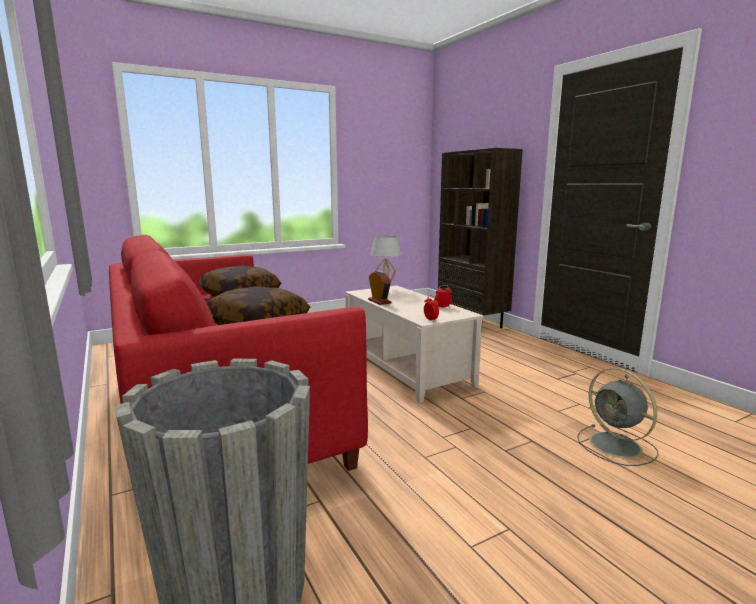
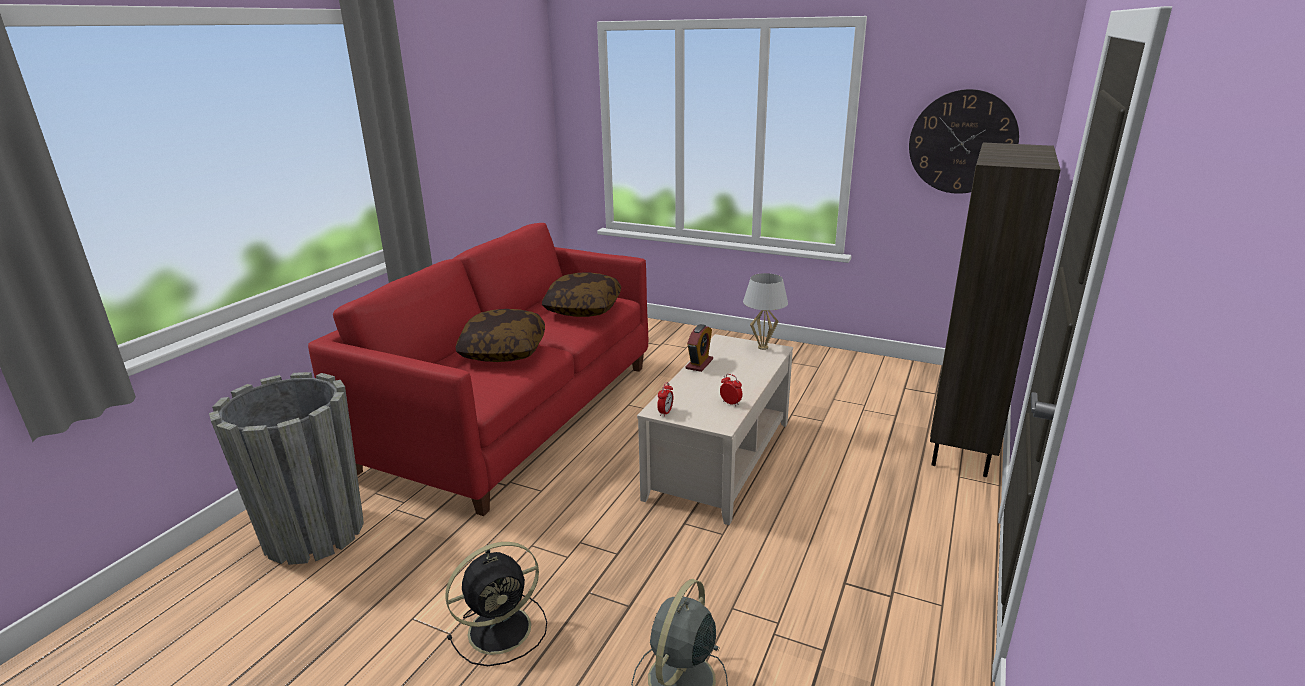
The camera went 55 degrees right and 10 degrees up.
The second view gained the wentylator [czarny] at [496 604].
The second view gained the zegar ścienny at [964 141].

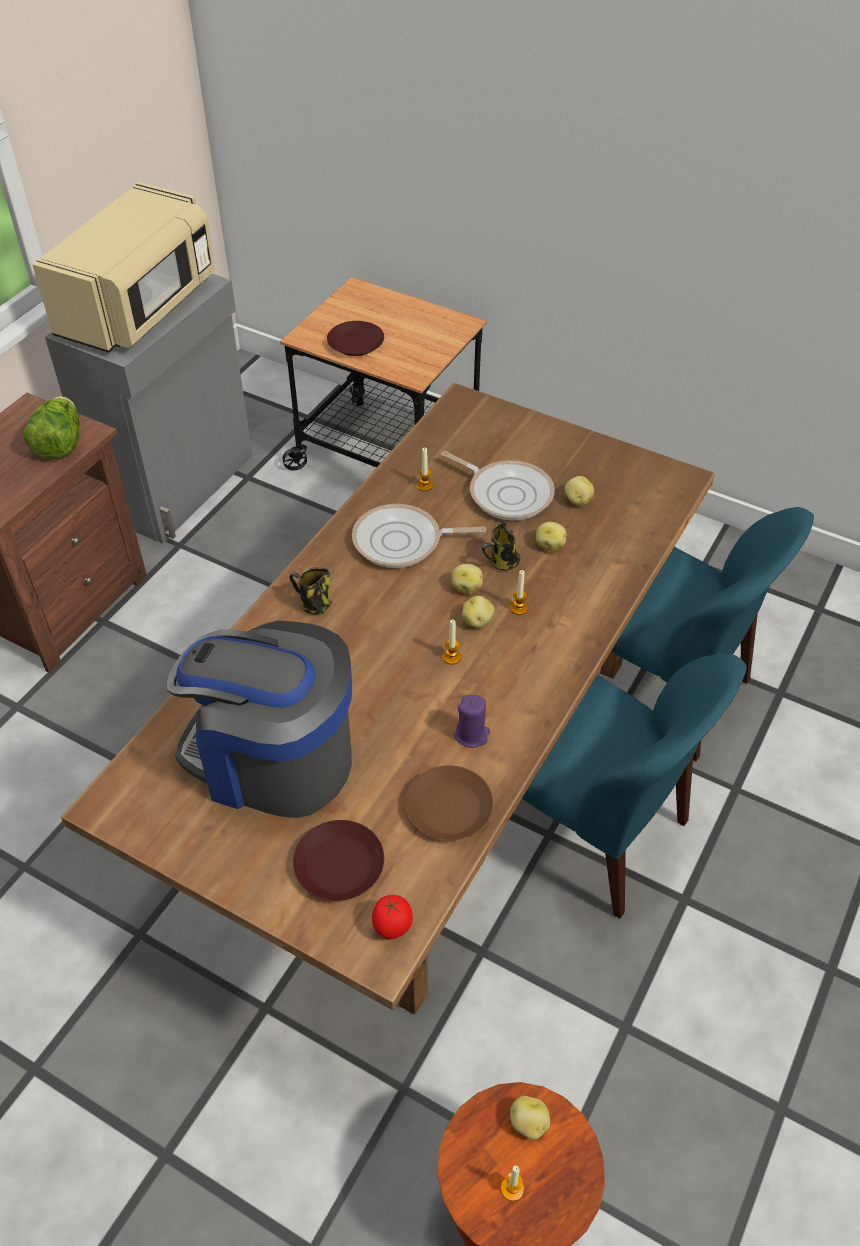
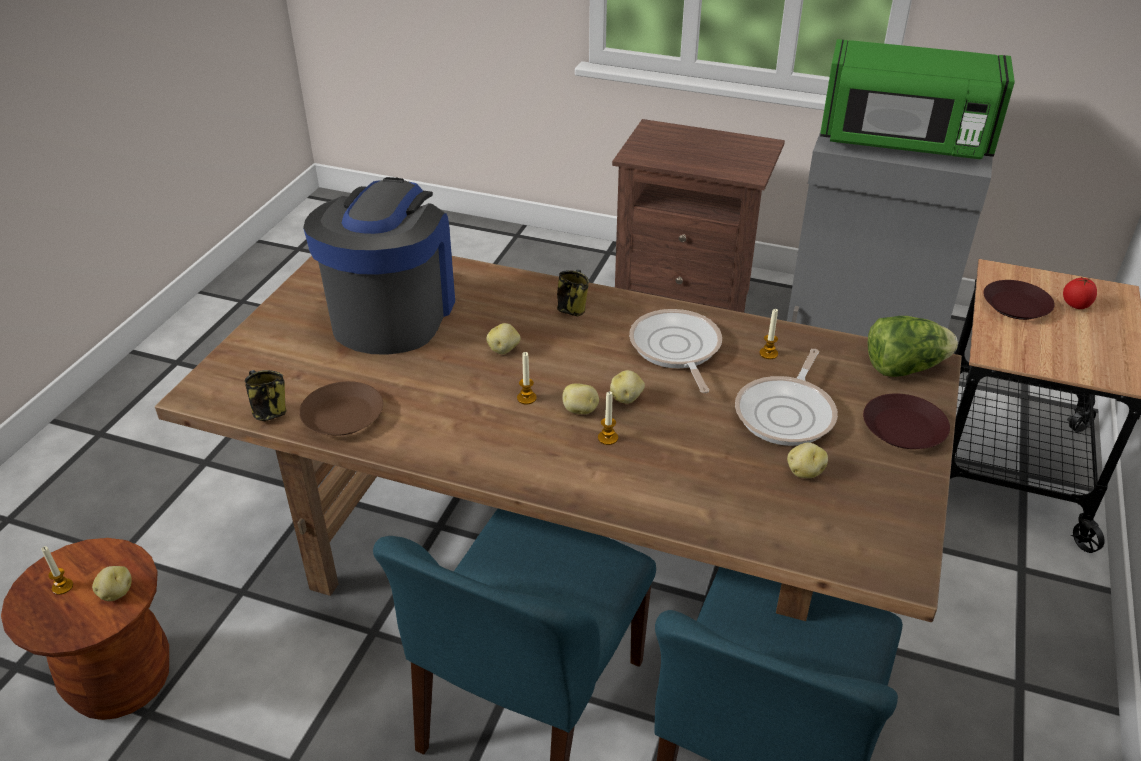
The camera went 80 degrees right and 10 degrees down.
The kubek ended up elsewhere, having gone from [501 546] to [265 395].
The ziemniak ended up elsewhere, having gone from [551 536] to [503 338].
What was the mikrofalówka [beżowy] at [123 267] turned into the mikrofalówka [zielony] at [917 99].
The talerz [brązowy] ended up elsewhere, having gone from [338 860] to [906 421].
The sałata ended up elsewhere, having gone from [51 427] to [913 346].
The pomidor ended up elsewhere, having gone from [392 917] to [1080 293].
The second view lost the świeca [fioletowy] at [472 721].

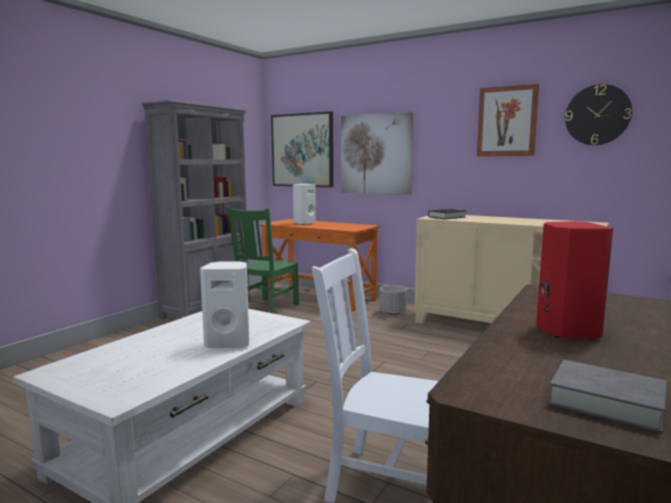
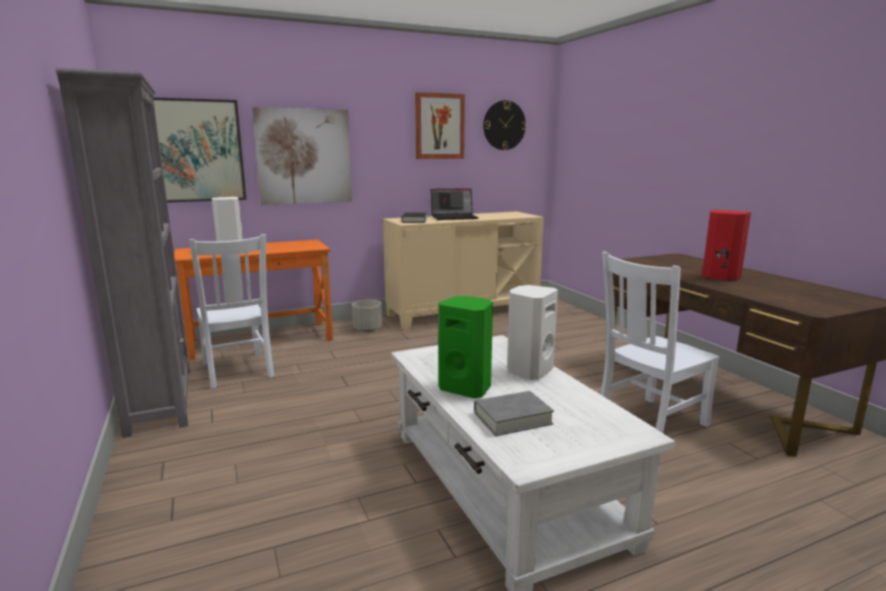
The camera went 55 degrees left and 5 degrees up.
What was the krzesło [zielony] at [262 259] turned into the krzesło [biały] at [231 311].
The second view gained the laptop at [455 204].
The second view gained the głośnik [zielony] at [465 347].
The książka [szary] ended up elsewhere, having gone from [607 396] to [514 413].

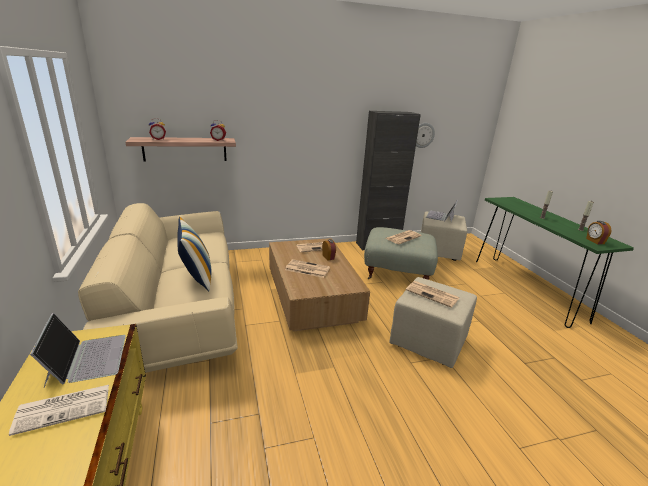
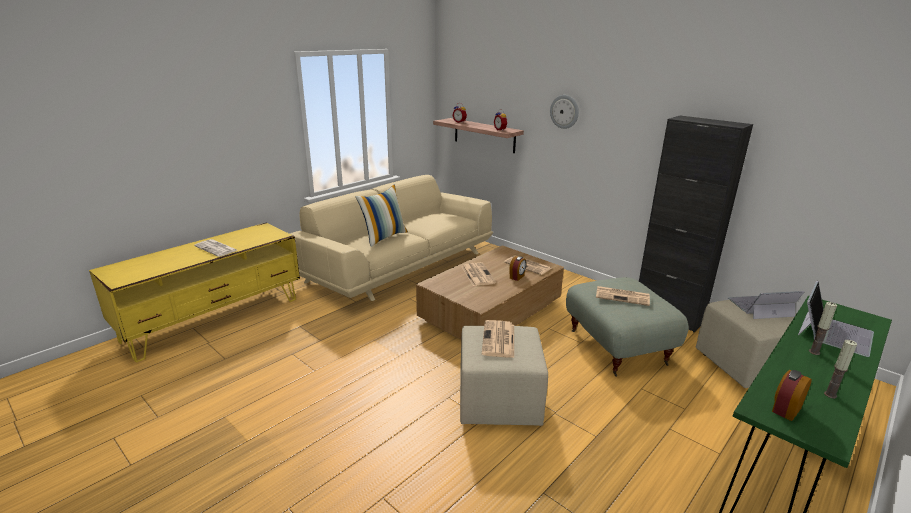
The camera went 60 degrees right and 0 degrees up.
The zegar ścienny ended up elsewhere, having gone from [425 135] to [564 112].
The laptop ended up elsewhere, having gone from [78 350] to [836 319].

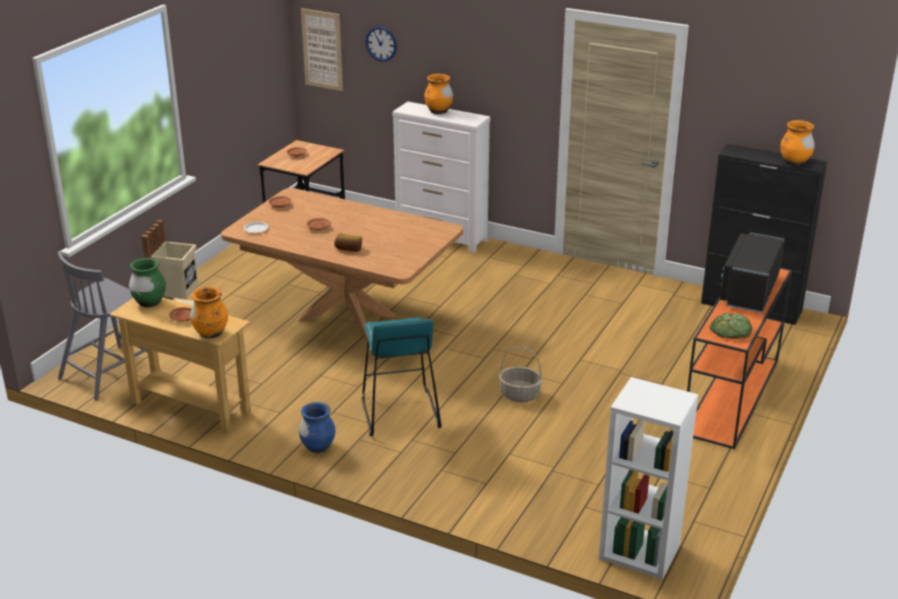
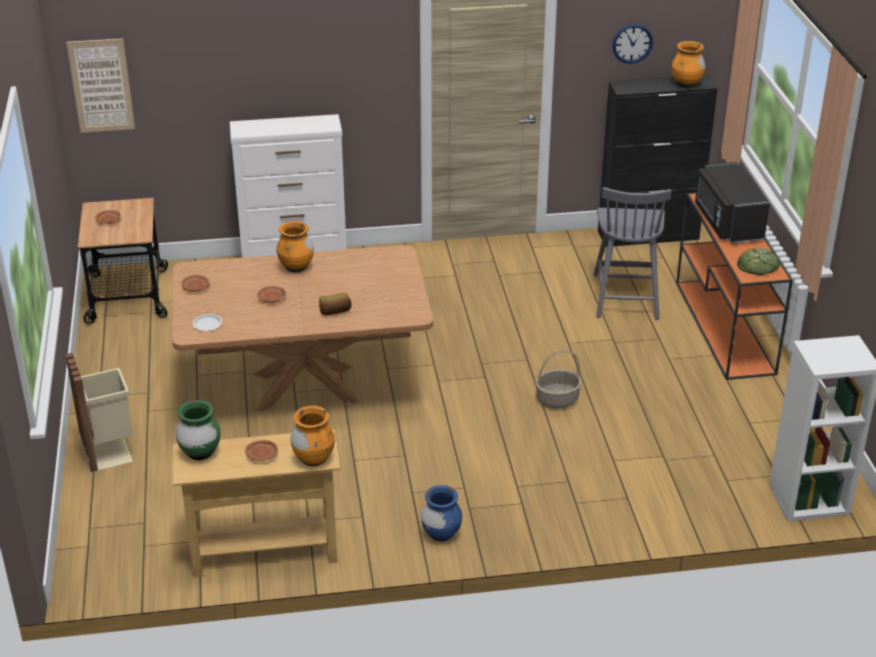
The camera went 35 degrees left and 5 degrees up.
The wazon [pomarańczowy] ended up elsewhere, having gone from [438 94] to [295 246].
The krzesło [szary] ended up elsewhere, having gone from [103 325] to [632 253].
The zegar ścienny ended up elsewhere, having gone from [381 44] to [632 44].
The second view lost the stołek [turkusowy] at [401 376].

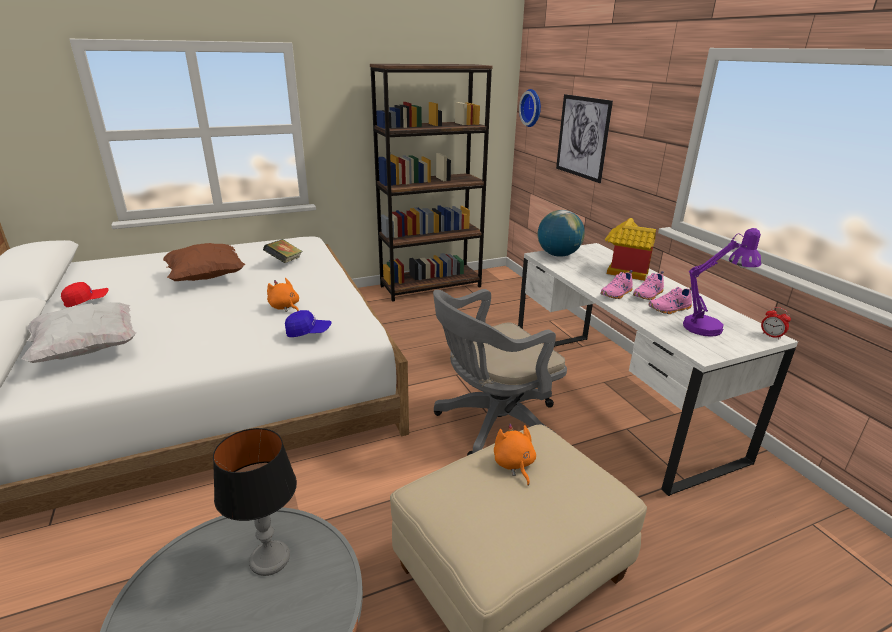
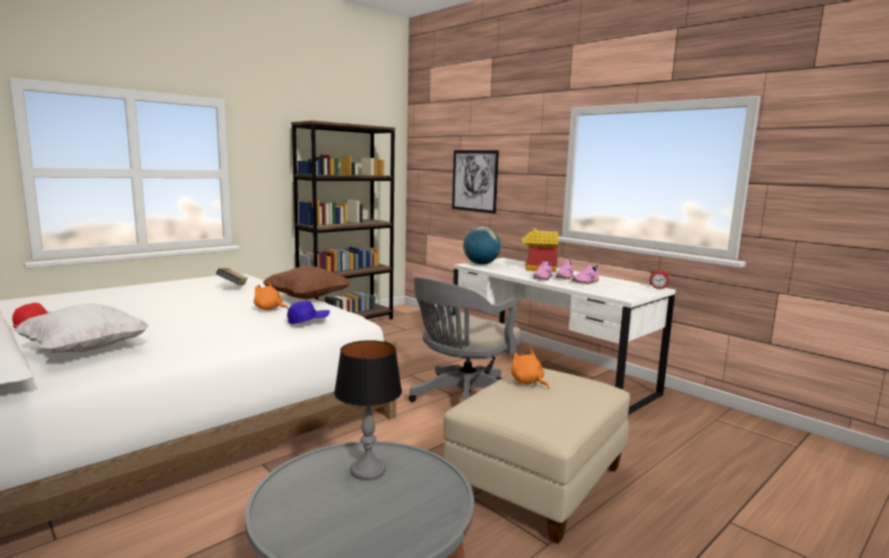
The camera went 20 degrees left and 15 degrees down.
The poduszka [brązowy] ended up elsewhere, having gone from [204 262] to [306 282].
The second view lost the zegar ścienny at [530 108].
The second view lost the lampa stołowa [fioletowy] at [722 282].

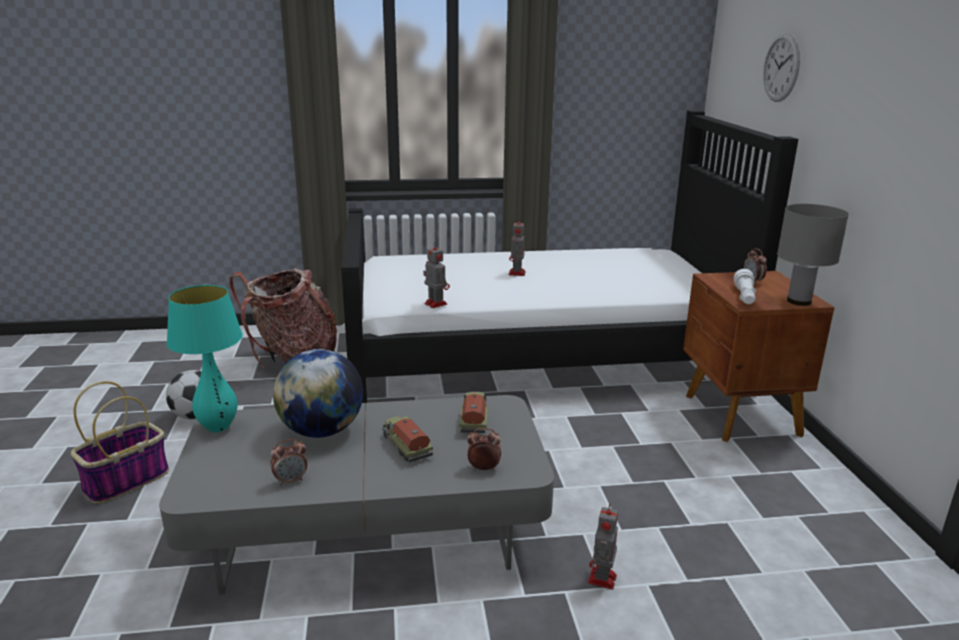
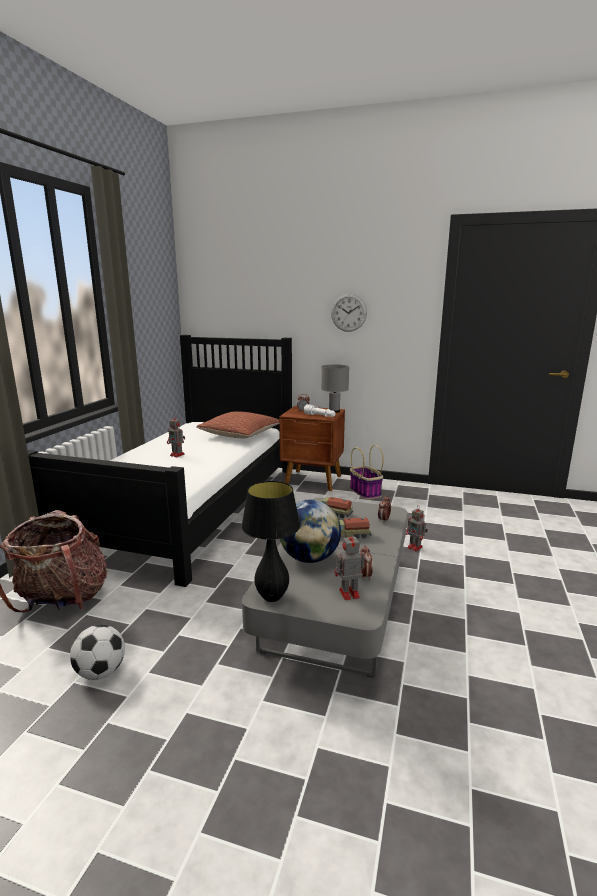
The camera went 65 degrees left and 5 degrees down.
The second view gained the poduszka at [237 424].
What was the lampa stołowa [turkusowy] at [205 358] turned into the lampa stołowa [czarny] at [270 541].
The zegar ścienny ended up elsewhere, having gone from [781 67] to [349 313].
The robot zabawkowy ended up elsewhere, having gone from [436 275] to [350 565].
The koszyk ended up elsewhere, having gone from [120 442] to [367 472].

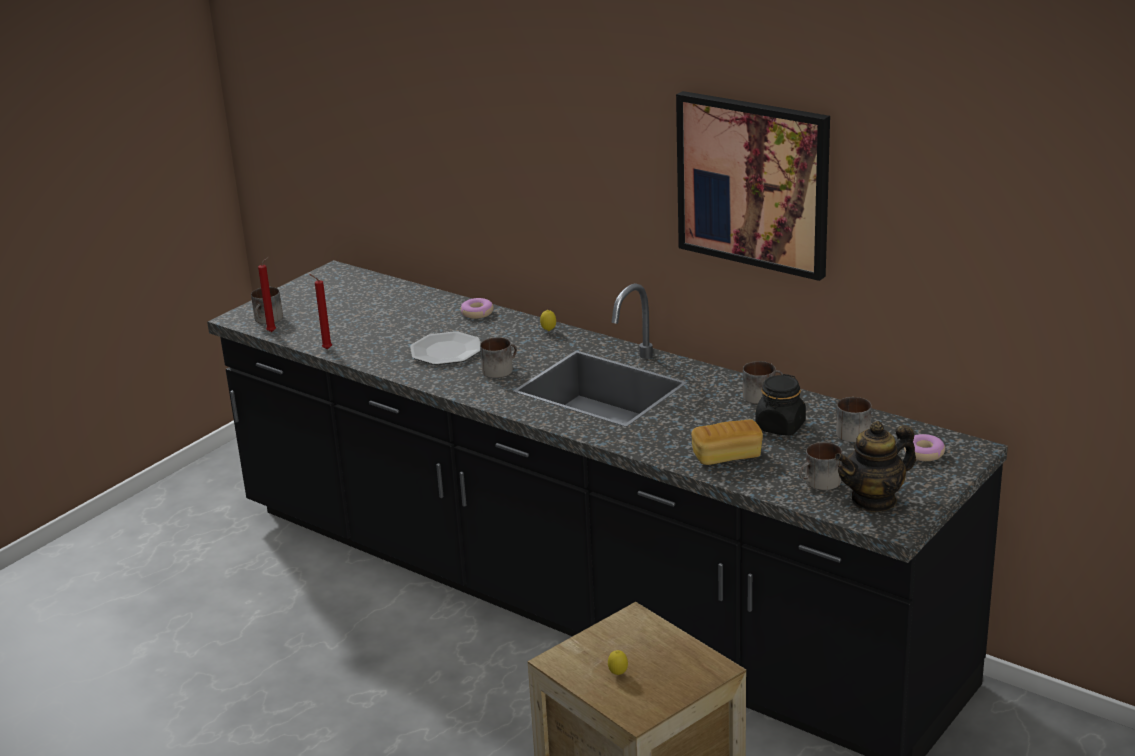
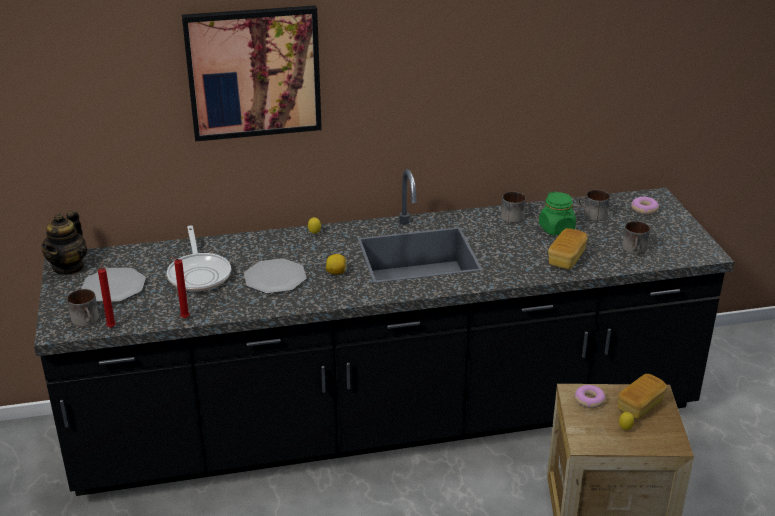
The camera went 50 degrees left and 5 degrees up.
The imbryk ended up elsewhere, having gone from [875 466] to [64 243].
The second view gained the talerz at [113 285].
The second view gained the patelnia at [199 258].
The obraz ended up elsewhere, having gone from [753 186] to [252 73].
Where the kubek stood at [498 357], the cytryna came to stand at [336 264].
What was the słoik [czarny] at [780 405] turned into the słoik [zielony] at [557 213].
The donut ended up elsewhere, having gone from [477 308] to [590 396].
The second view gained the chleb at [642 396].

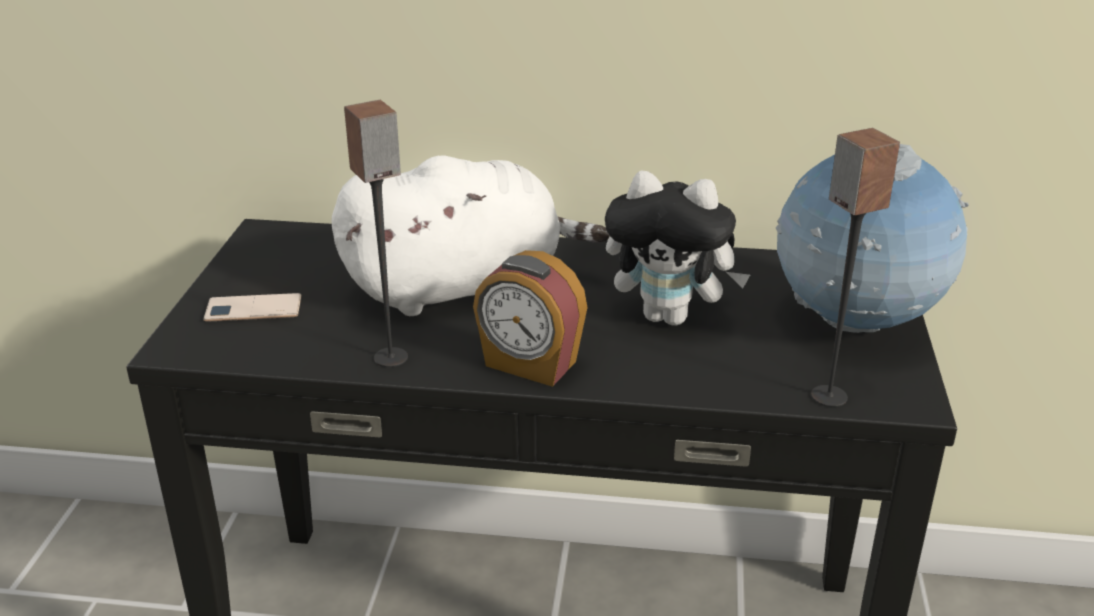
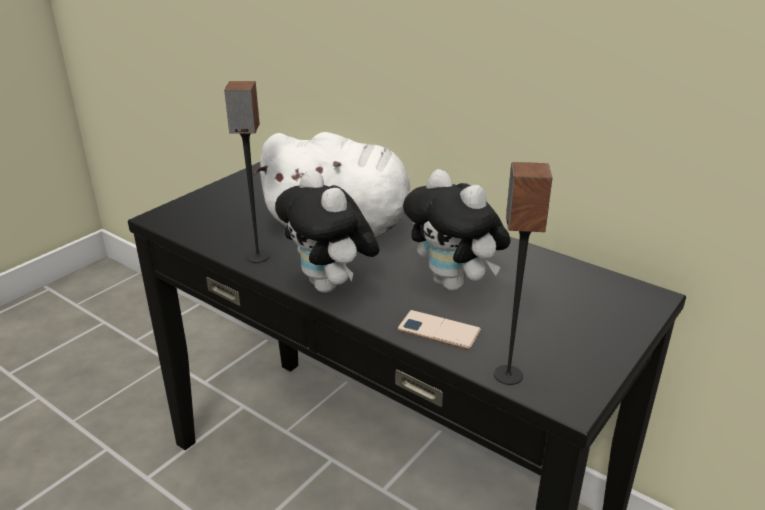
The camera went 30 degrees right and 0 degrees up.
Where the budzik stood at [530 318], the pluszak came to stand at [327 231].
The telefon ended up elsewhere, having gone from [252 307] to [439 330].
The second view lost the globus at [872 238].

